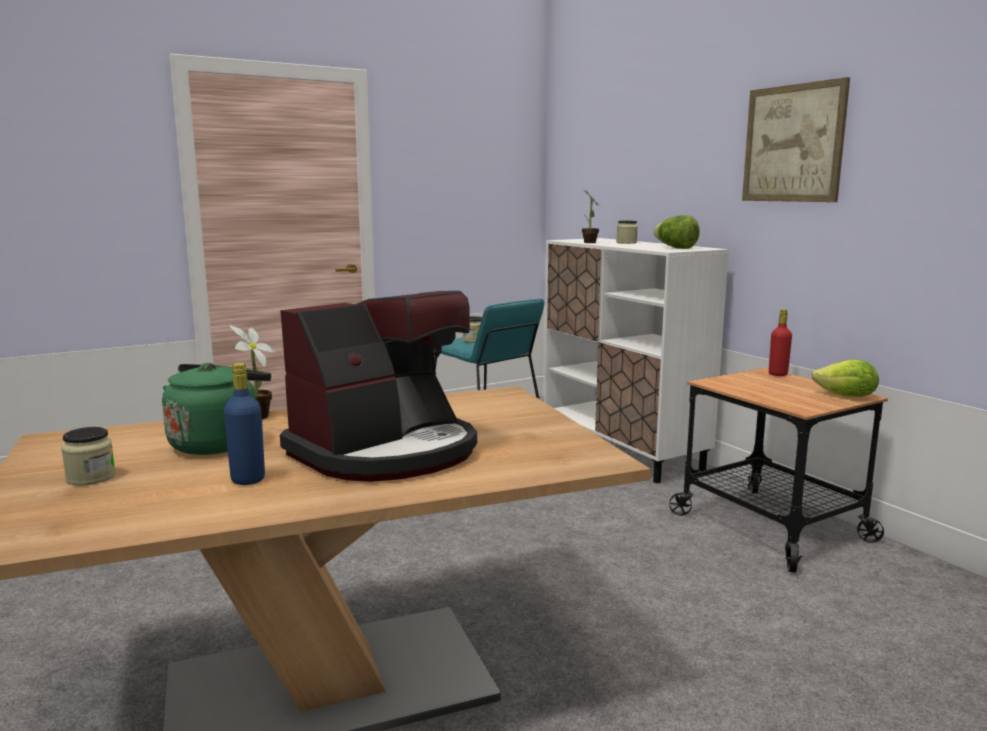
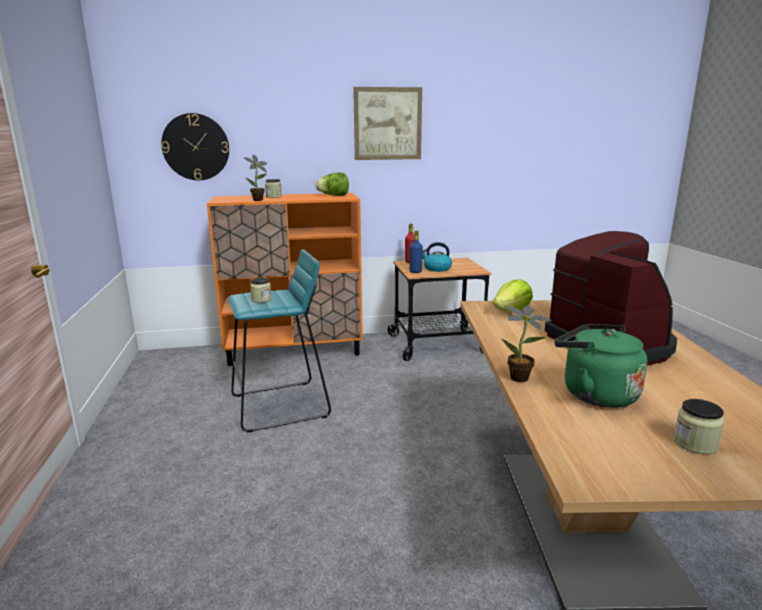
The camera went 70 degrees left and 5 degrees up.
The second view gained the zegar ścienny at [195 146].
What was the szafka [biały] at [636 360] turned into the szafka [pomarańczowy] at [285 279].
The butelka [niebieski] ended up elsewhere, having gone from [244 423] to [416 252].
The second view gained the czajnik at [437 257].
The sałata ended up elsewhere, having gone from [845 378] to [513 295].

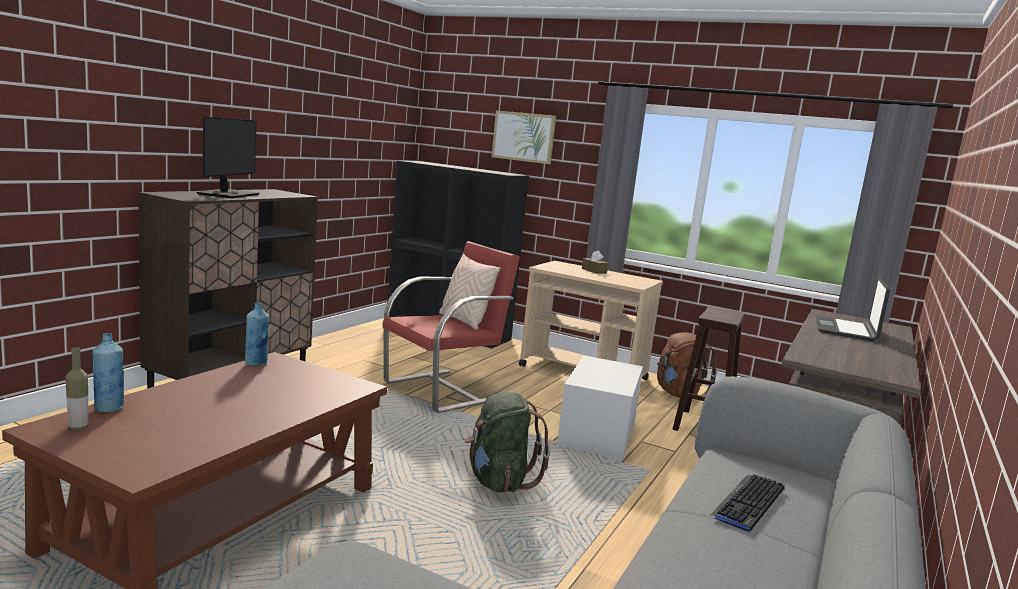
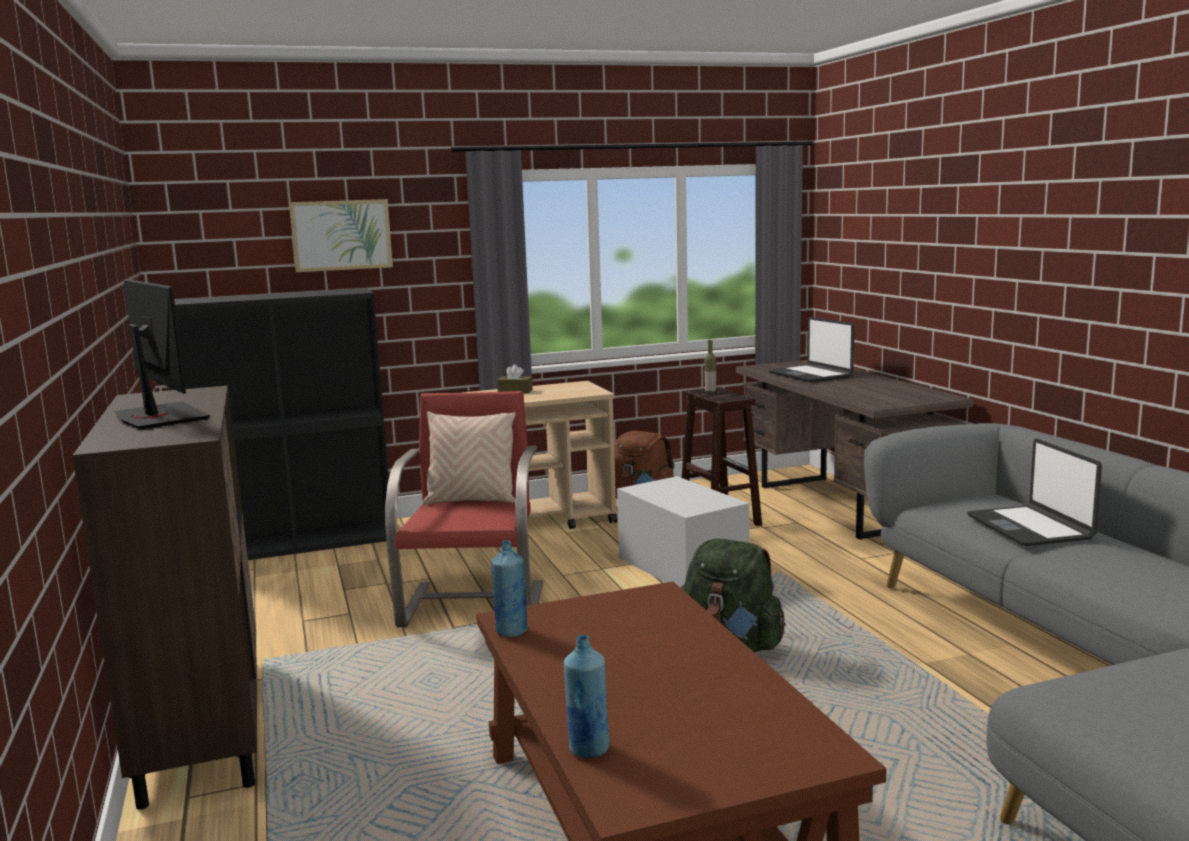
The camera went 45 degrees left and 0 degrees up.
The butelka ended up elsewhere, having gone from [76 388] to [710 366].
Where the klawiatura stood at [747 503], the laptop came to stand at [1034 492].

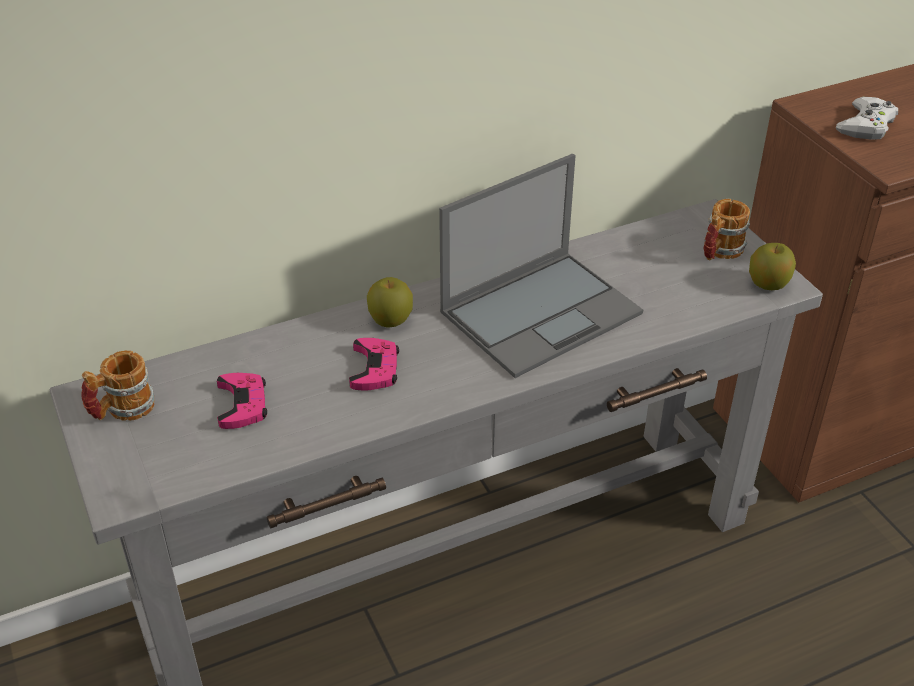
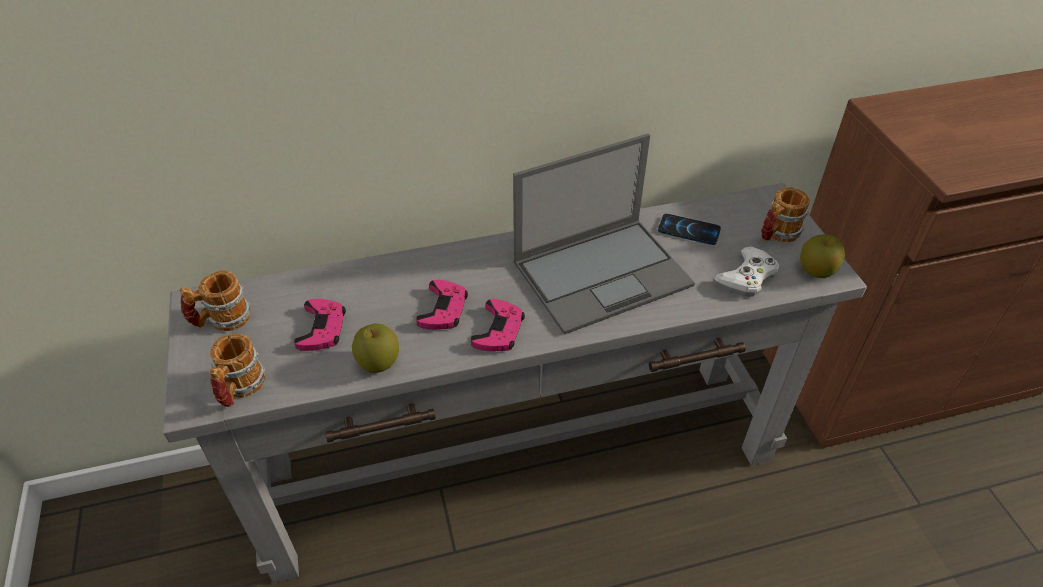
The camera went 10 degrees right and 5 degrees up.
The second view gained the kubek at [237 370].
The jabłko ended up elsewhere, having gone from [390 302] to [375 348].
The second view gained the pad do gier [różowy] at [498 325].
The second view gained the telefon at [689 229].
The pad do gier [biały] ended up elsewhere, having gone from [867 118] to [746 271].

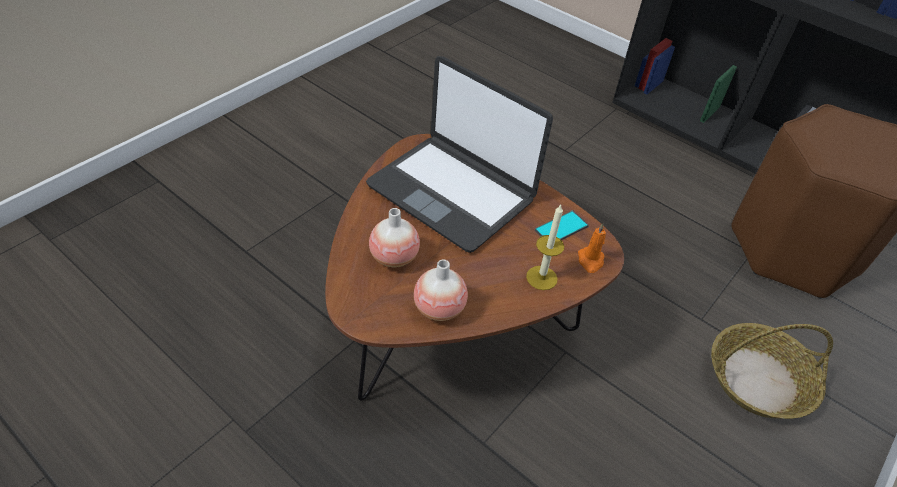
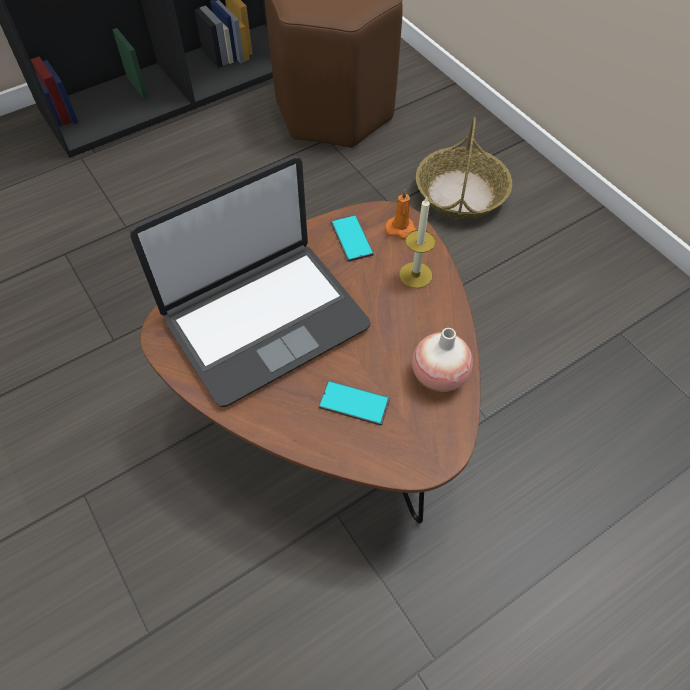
The camera went 70 degrees left and 10 degrees up.
Where the wazon stood at [394 237], the telefon came to stand at [354 403].

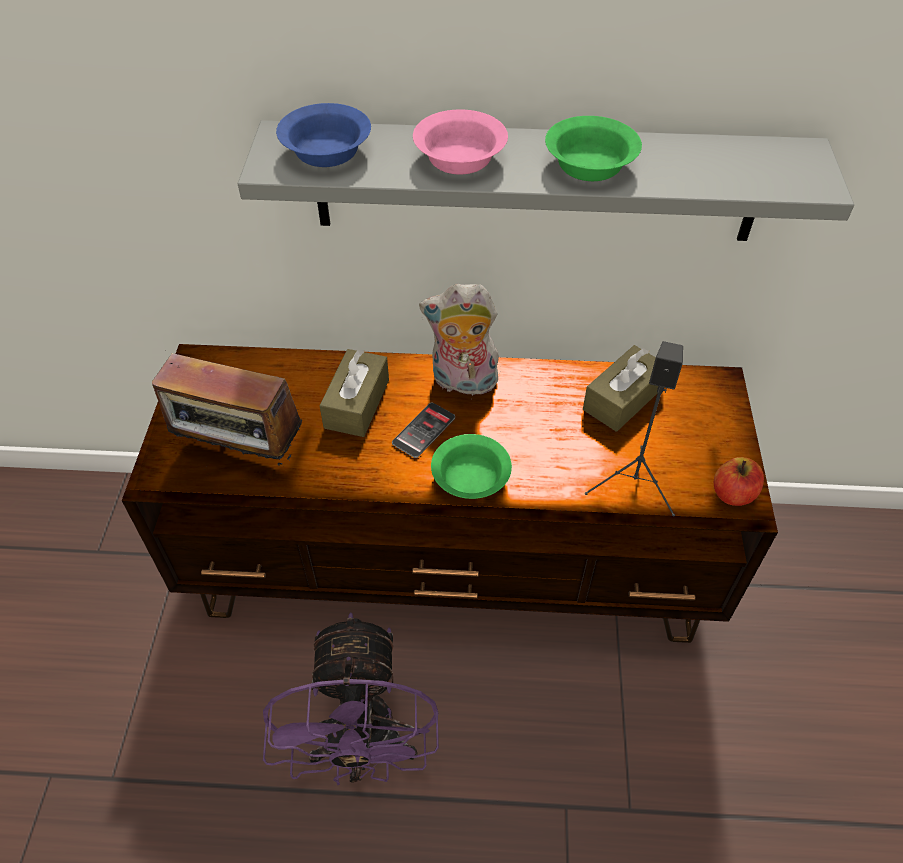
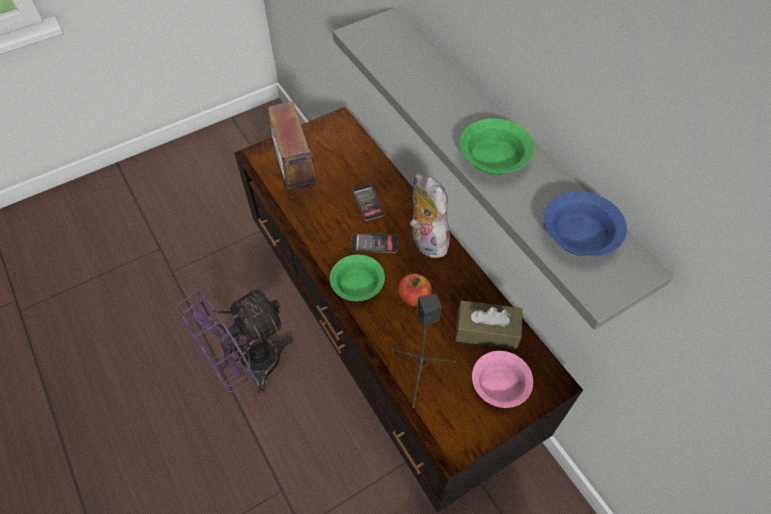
The camera went 55 degrees right and 5 degrees up.
Where the pudełko chusteczek [brązowy] stood at [354 393], the telefon came to stand at [368 202].
The jabłko ended up elsewhere, having gone from [739 481] to [415 290].
The miska [różowy] ended up elsewhere, having gone from [460 142] to [502 379].
The miska [niebieski] ended up elsewhere, having gone from [323 135] to [585 223].

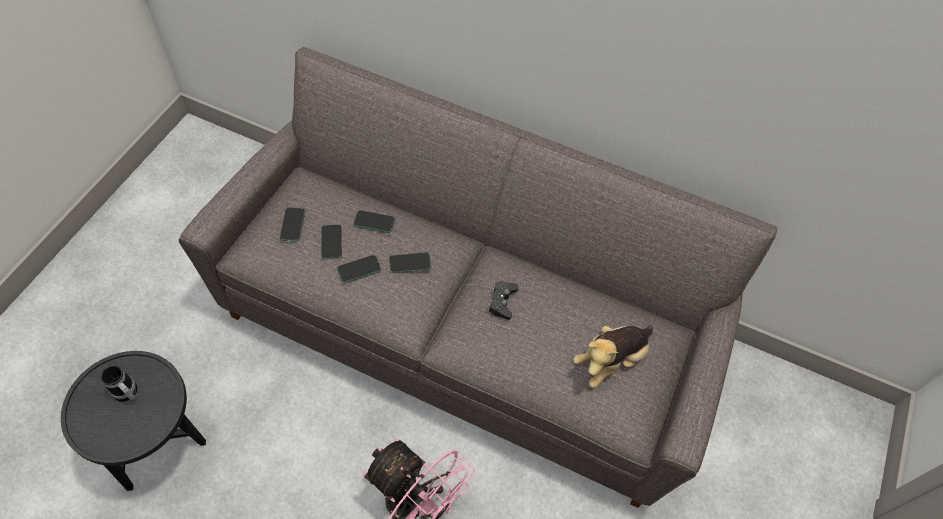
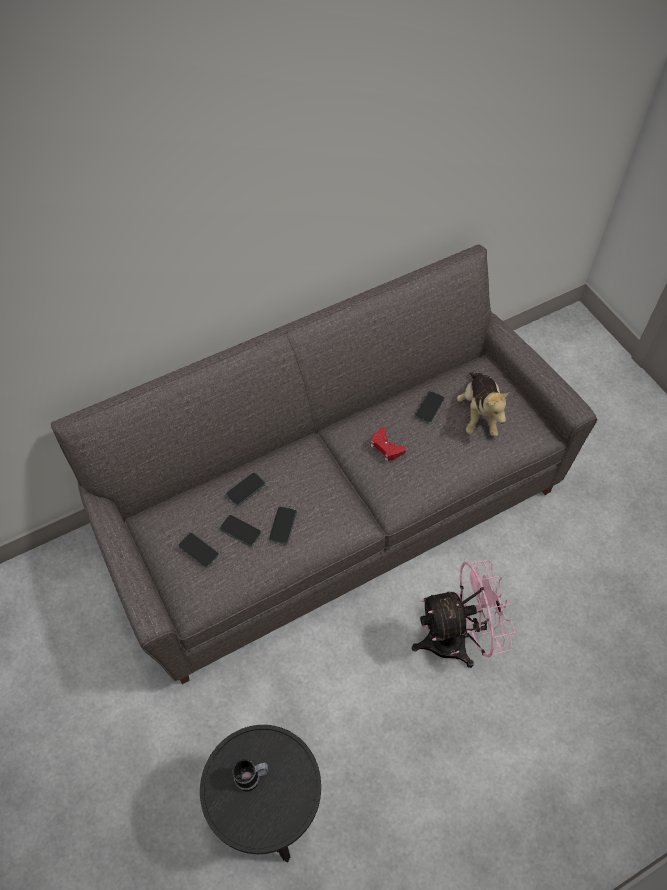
The camera went 50 degrees left and 0 degrees up.
What was the pad do gier [czarny] at [503 300] turned into the pad do gier [czerwony] at [388 444].
The telefon ended up elsewhere, having gone from [410 262] to [430 407].

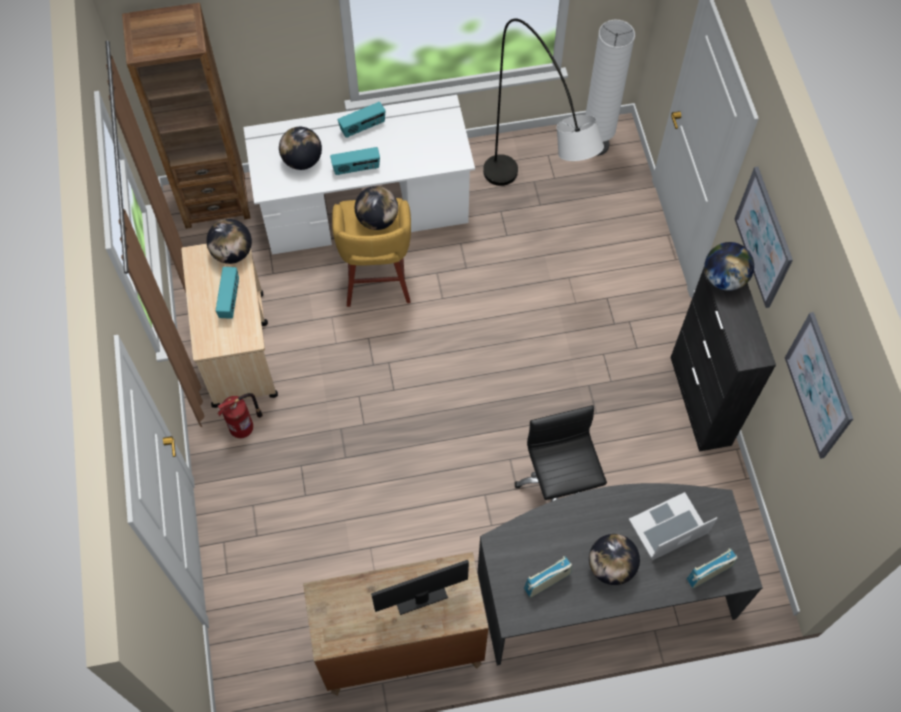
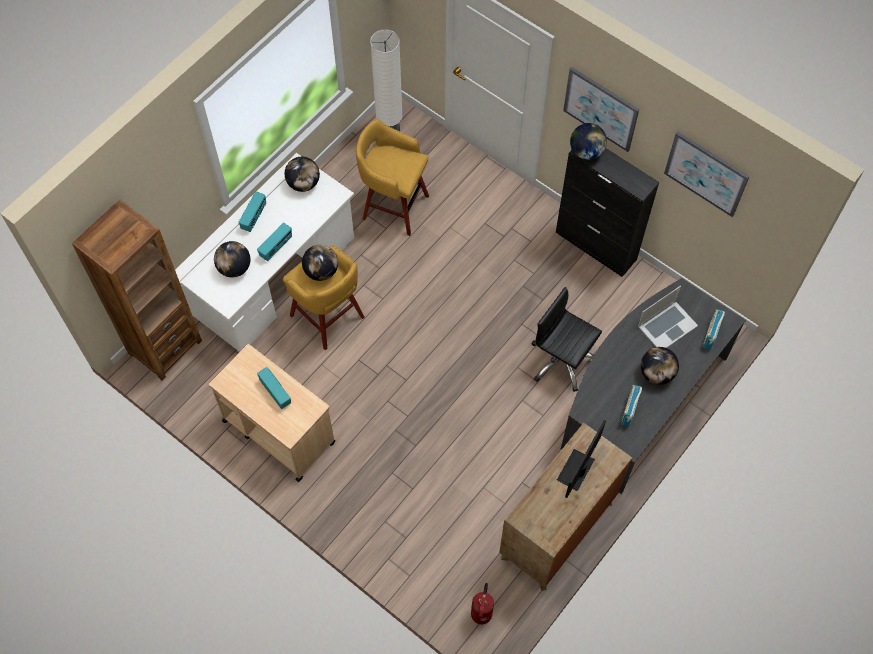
The camera went 40 degrees left and 0 degrees up.
The globus ended up elsewhere, having gone from [229 241] to [302 174].
Where the lampa stojąca [szary] stood at [543 102], the stołek [żółty] came to stand at [392 177].
The gaśnica ended up elsewhere, having gone from [240 415] to [482 603].
The laptop at [673 526] ended up facing another way, 150 degrees counterclockwise from before.

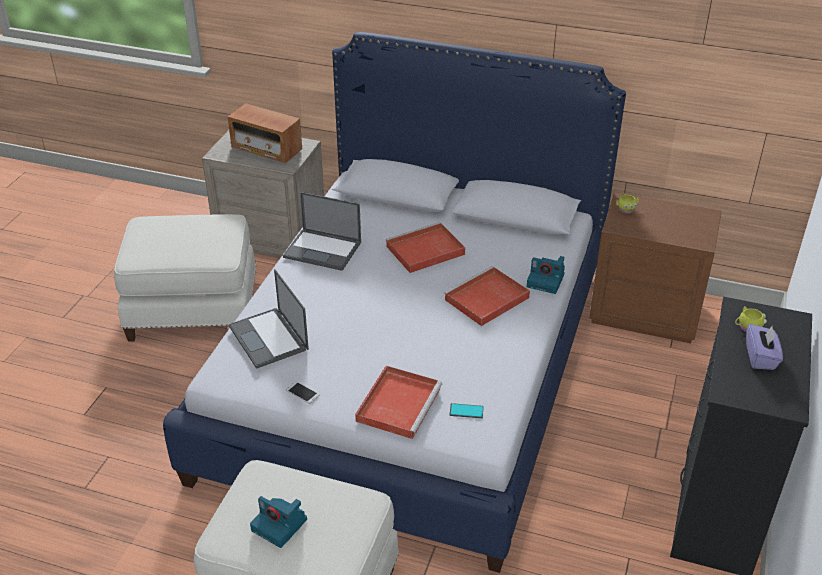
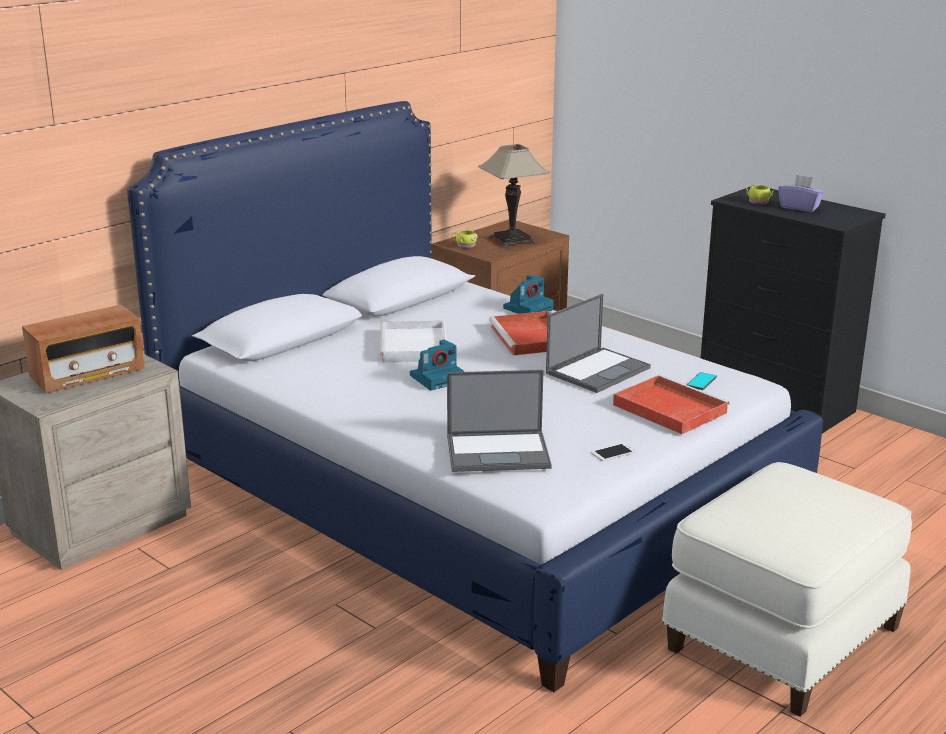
The camera went 65 degrees left and 15 degrees down.
What was the taca [czerwony] at [425 247] turned into the taca [biały] at [413 342].
The aparat fotograficzny ended up elsewhere, having gone from [278 522] to [437 365].
The second view gained the lampa stołowa at [513 196].
The laptop ended up elsewhere, having gone from [322 231] to [598 343].
The second view lost the pufa [biały] at [185 278].

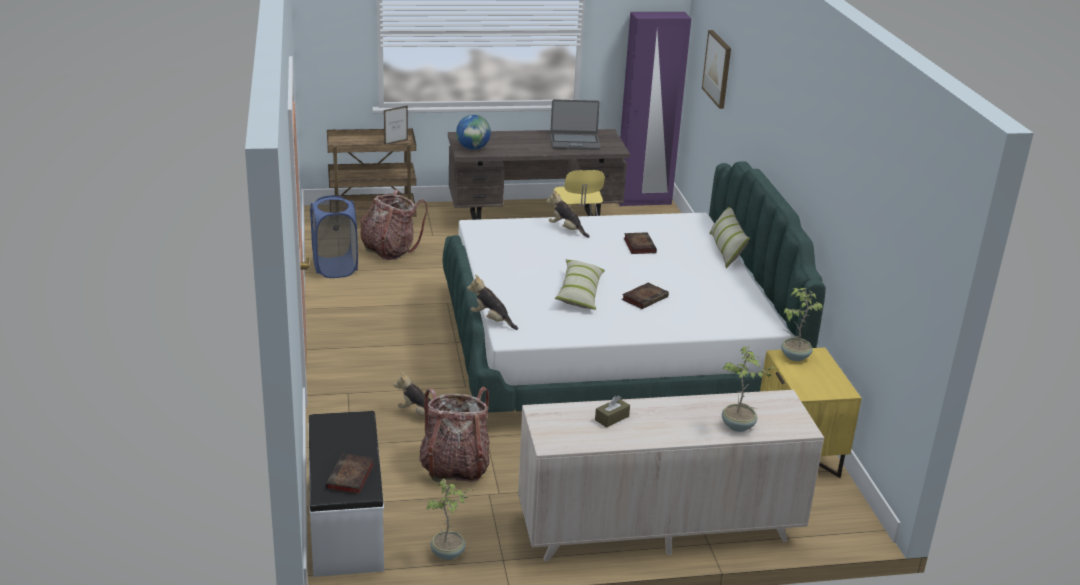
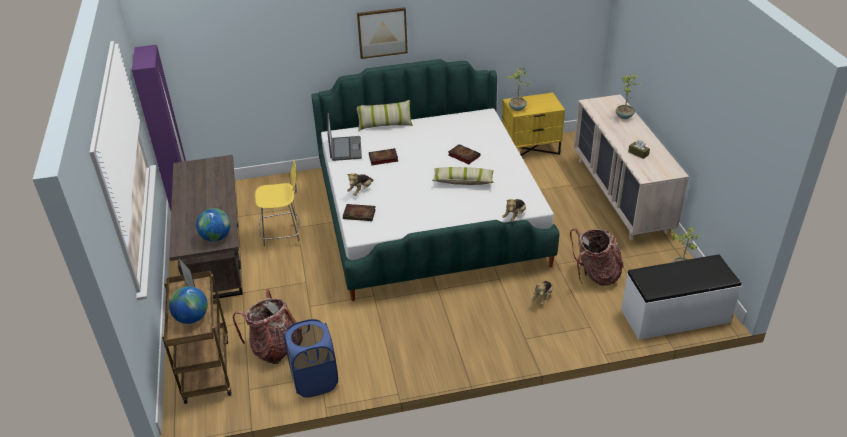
The camera went 90 degrees left and 10 degrees up.
The second view gained the globus at [188 305].
The laptop ended up elsewhere, having gone from [575 124] to [344 137].
The książka ended up elsewhere, having gone from [350 474] to [359 212].
The obraz ended up elsewhere, having gone from [716 69] to [382 33].

